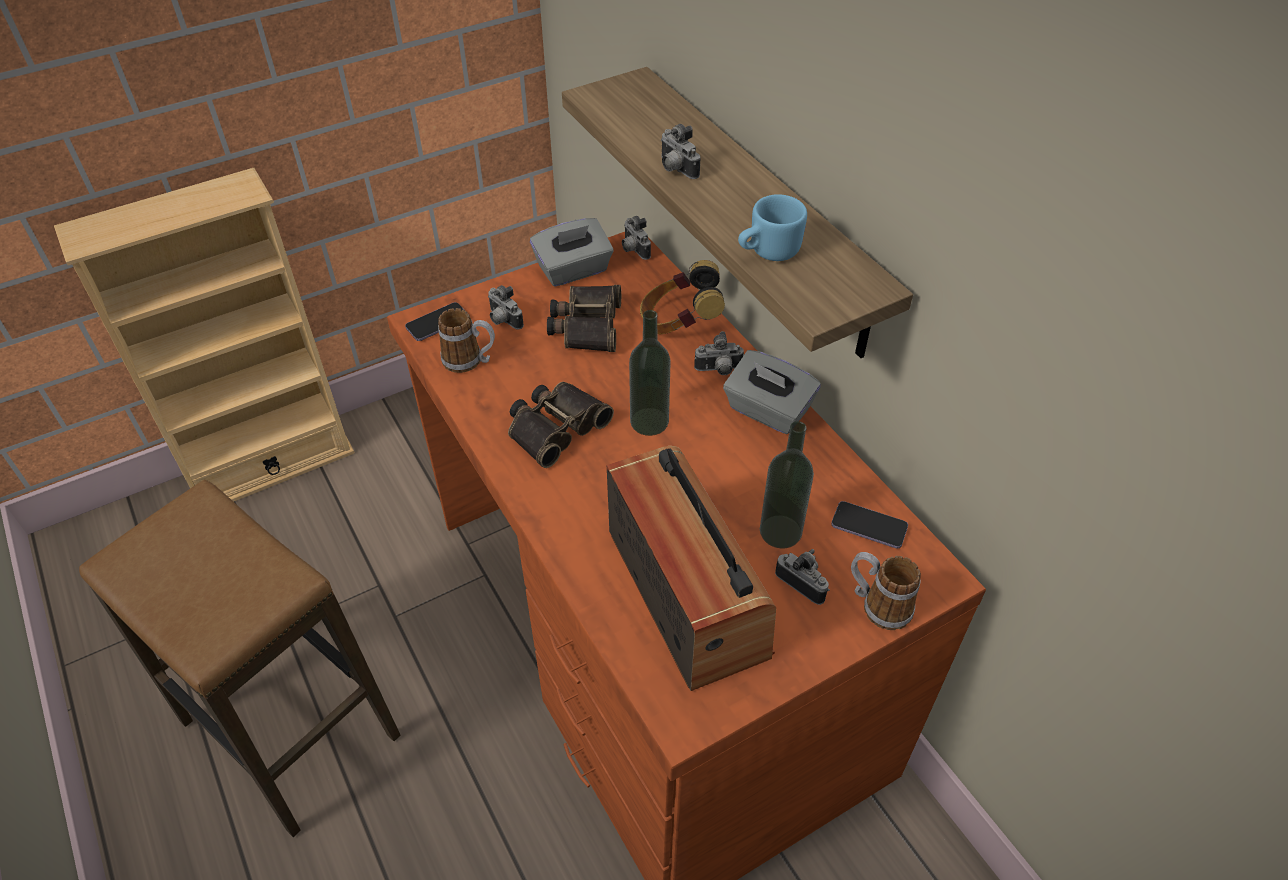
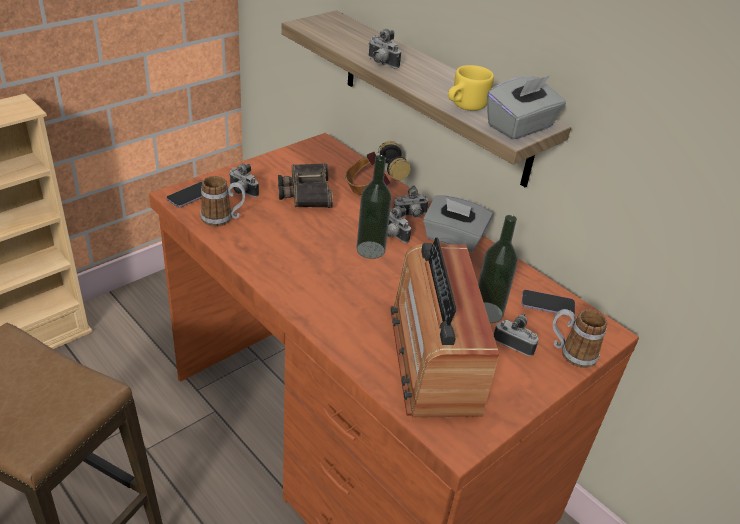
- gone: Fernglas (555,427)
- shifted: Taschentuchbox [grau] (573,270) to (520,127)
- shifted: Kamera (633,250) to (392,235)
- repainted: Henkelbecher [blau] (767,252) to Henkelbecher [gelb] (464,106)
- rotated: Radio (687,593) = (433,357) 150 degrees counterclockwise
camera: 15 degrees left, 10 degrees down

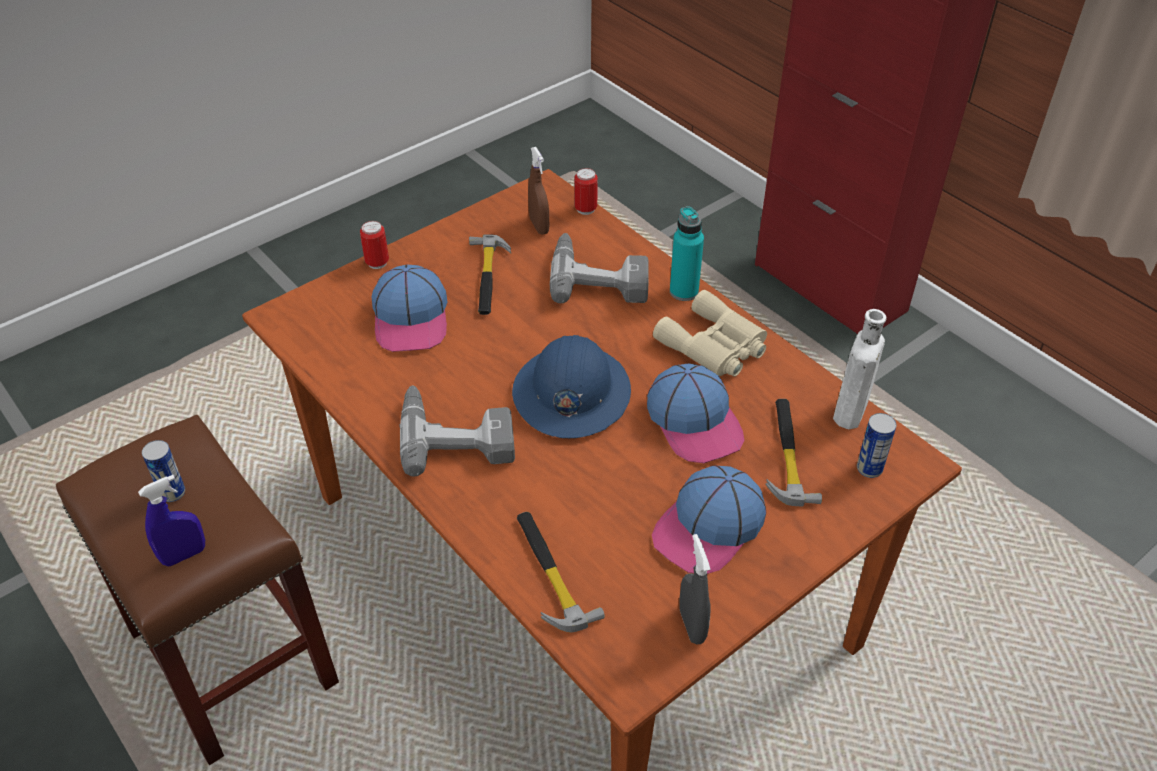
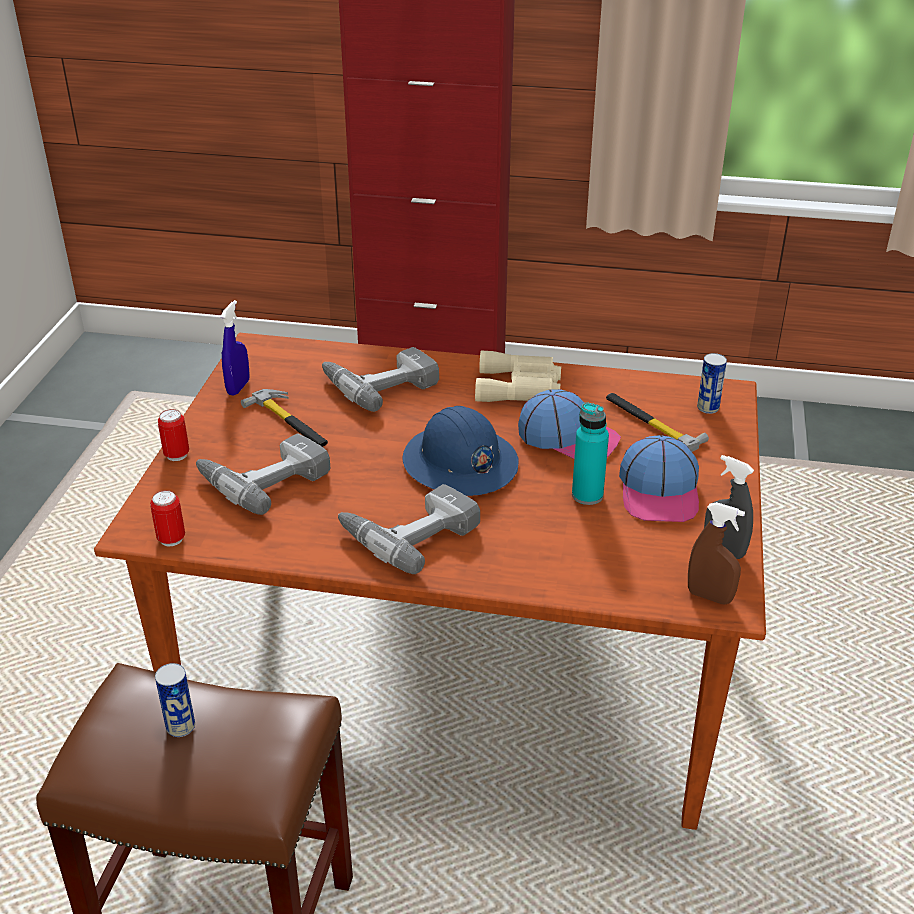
- gone: Hammer (549,572)
- gone: Flasche [weiß] (849,415)
- shifted: Sprühflasche [blau] (184,555) to (238,387)
- shifted: Sprühflasche [braun] (539,226) to (709,596)
- shifted: Dose (585,209) to (171,539)
- shifted: Flasche [türkis] (684,291) to (587,495)
- swapped: Kappe (411,318) to Bohrmaschine (263,478)
camera: 40 degrees left, 10 degrees down

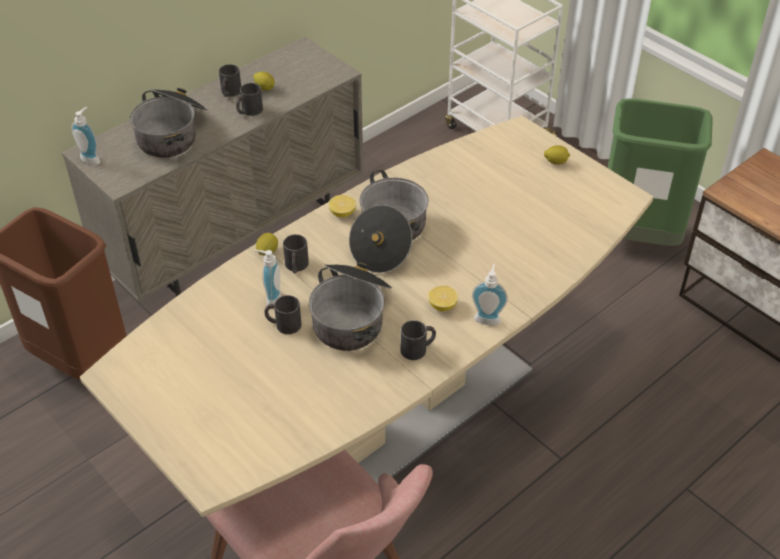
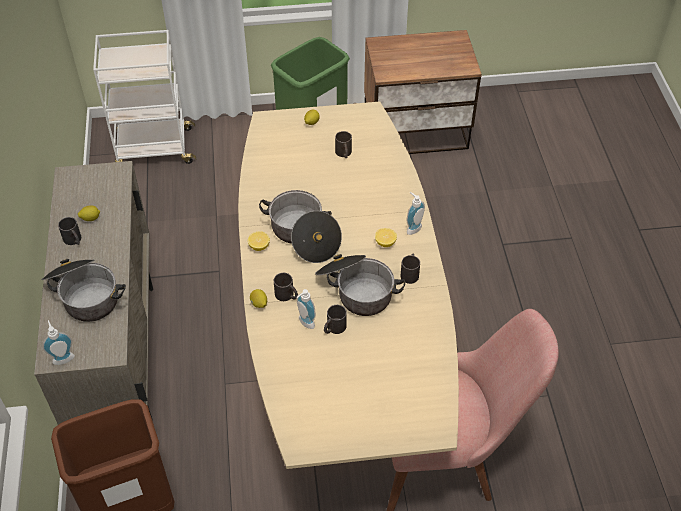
- shifted: Henkelbecher [schwarz] (249,111) to (344,153)
camera: 55 degrees left, 5 degrees up

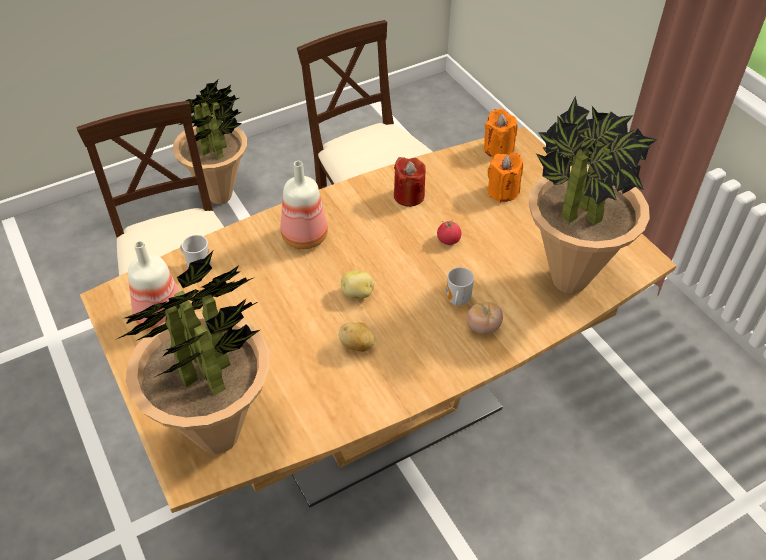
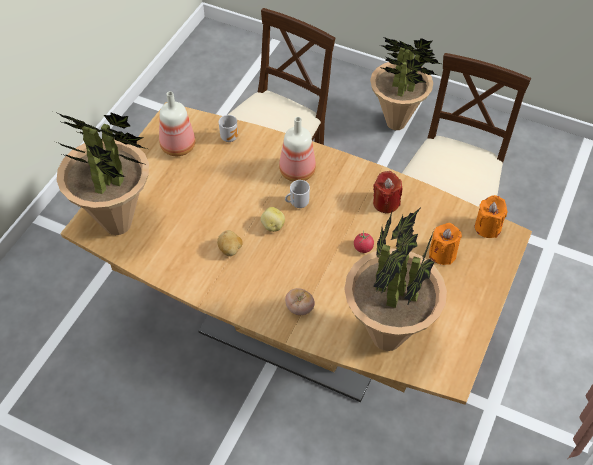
- shifted: Henkelbecher (456,301) to (298,203)
camera: 55 degrees right, 5 degrees up

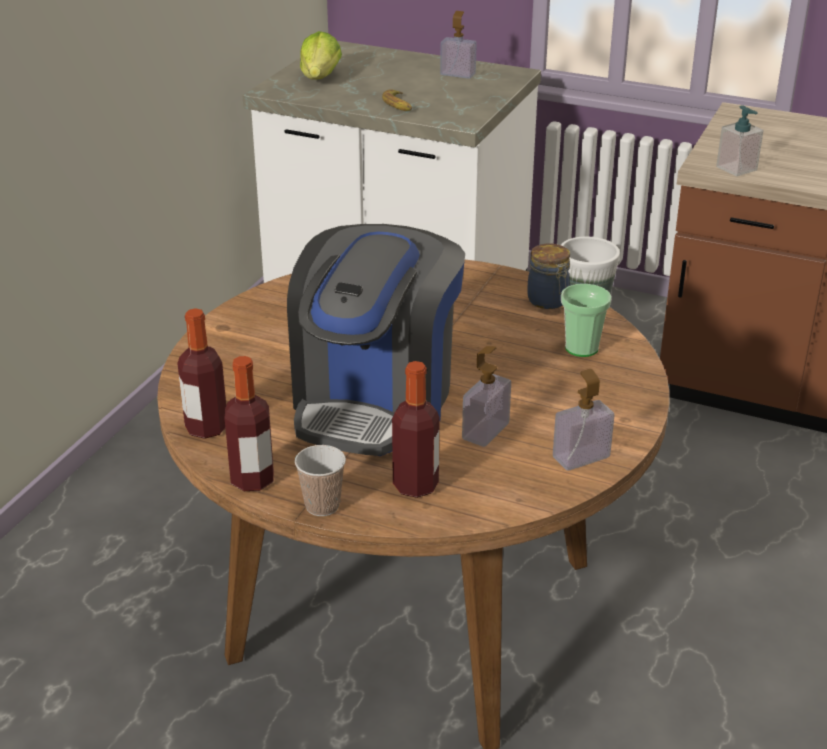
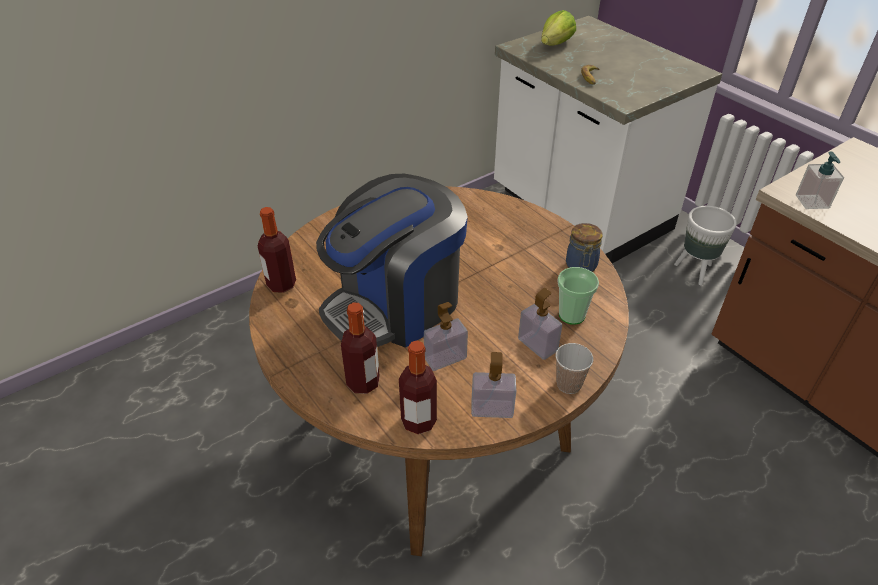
- shifted: Flasche (252,480) to (419,421)
- shifted: Tasse (322,506) to (568,384)
- shifted: Seifenspender (457,74) to (537,345)
camera: 30 degrees right, 10 degrees up

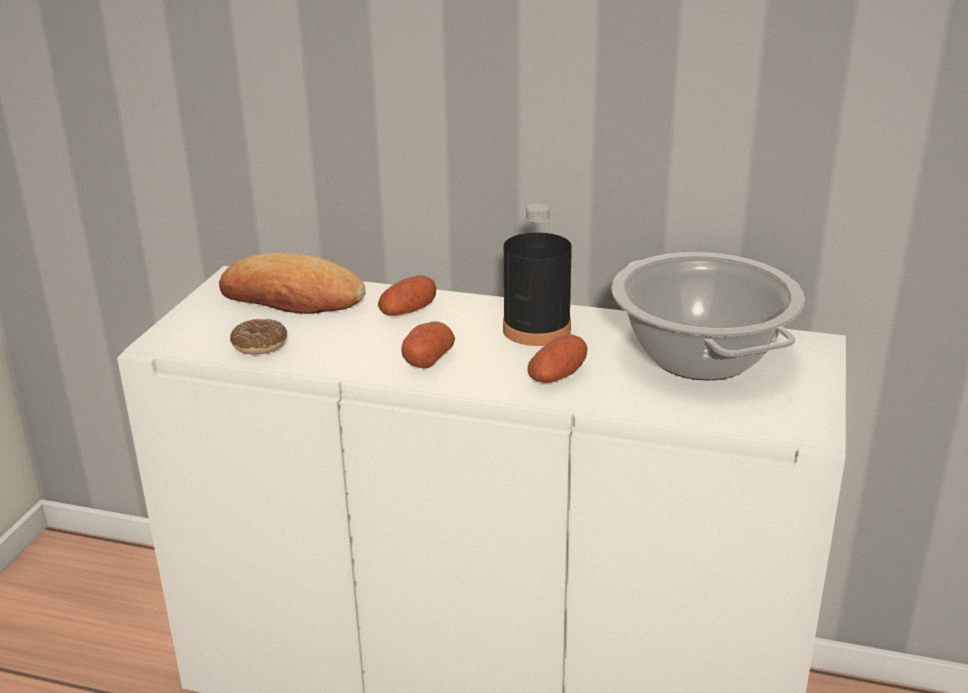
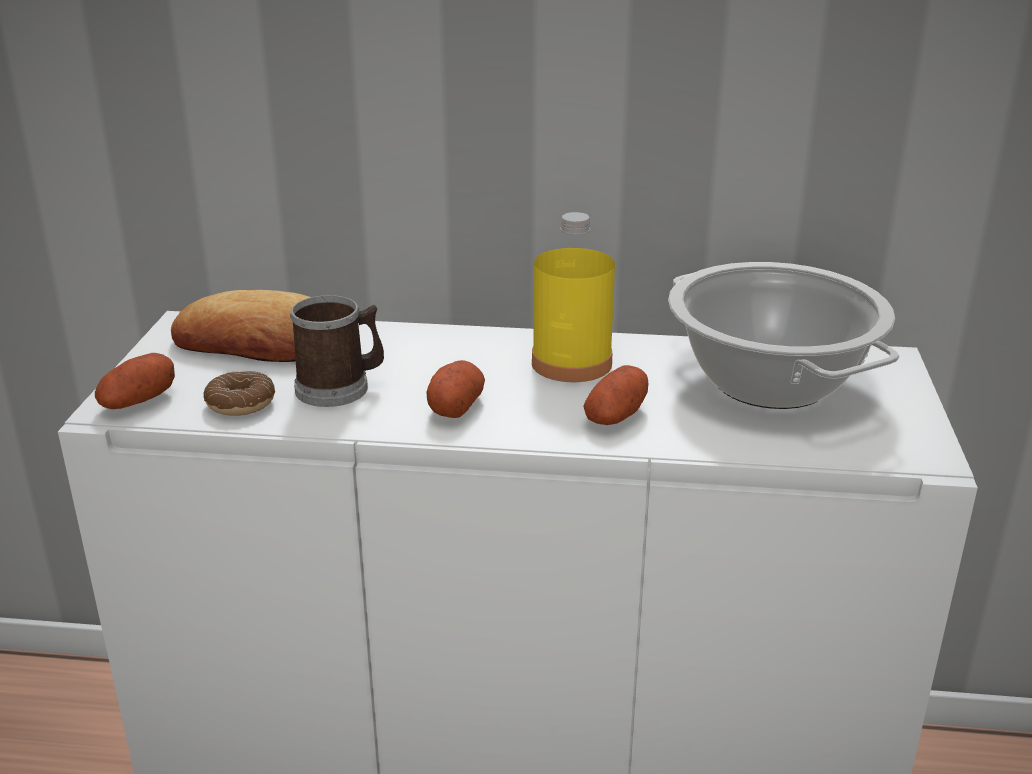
- new: Henkelbecher (340,388)
- shifted: Kartoffel (408,311) to (139,401)
- repainted: Flasche [schwarz] (536,329) to Flasche [gelb] (571,363)
camera: 10 degrees left, 0 degrees up

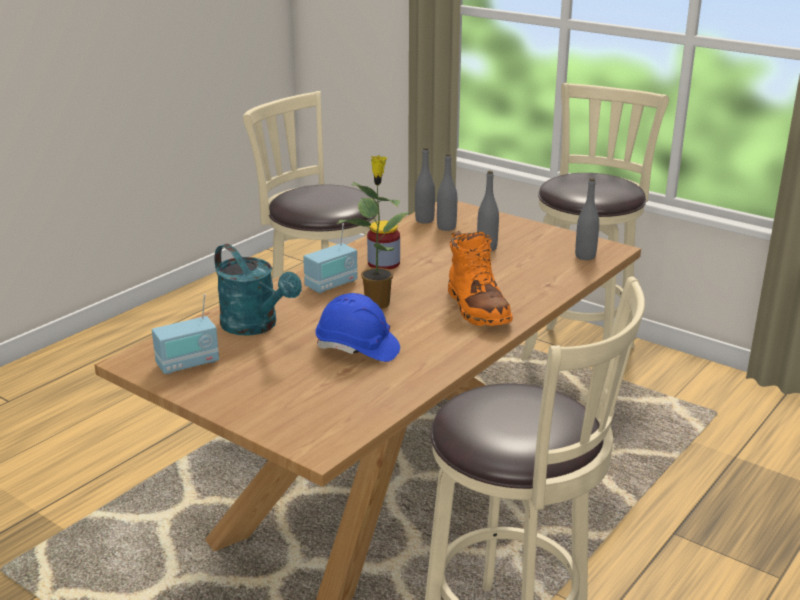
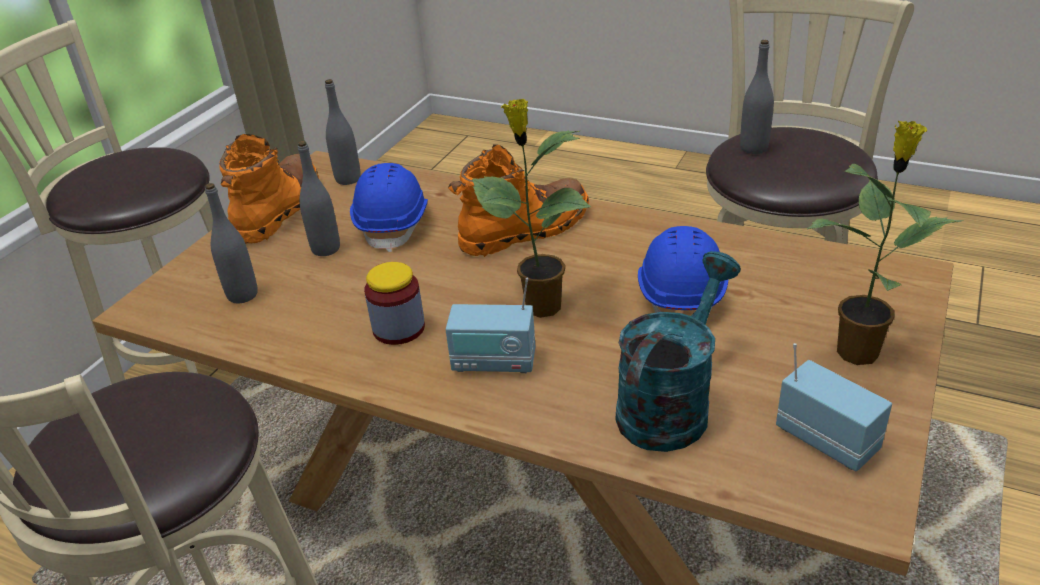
- new: Stiefel [orange] (279,210)
- new: Schutzhelm [blau] (394,224)
- new: Topfpflanze (858,350)
- shifted: Flasche [grau] (424,220) to (754,148)
- rotated: Radio (331,285) = (494,363) 150 degrees clockwise
camera: 100 degrees left, 10 degrees up

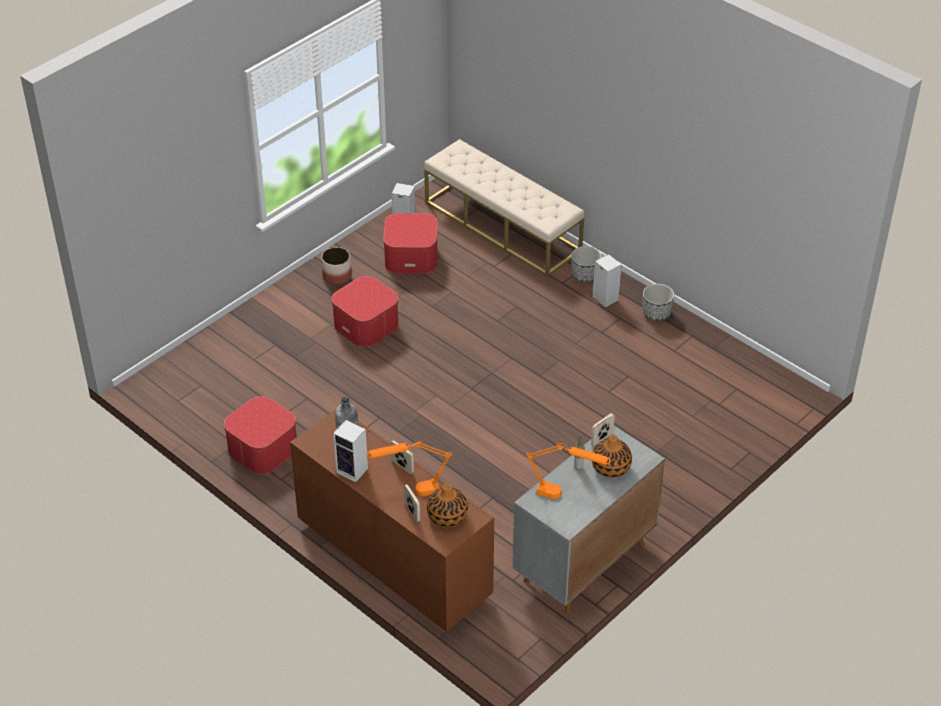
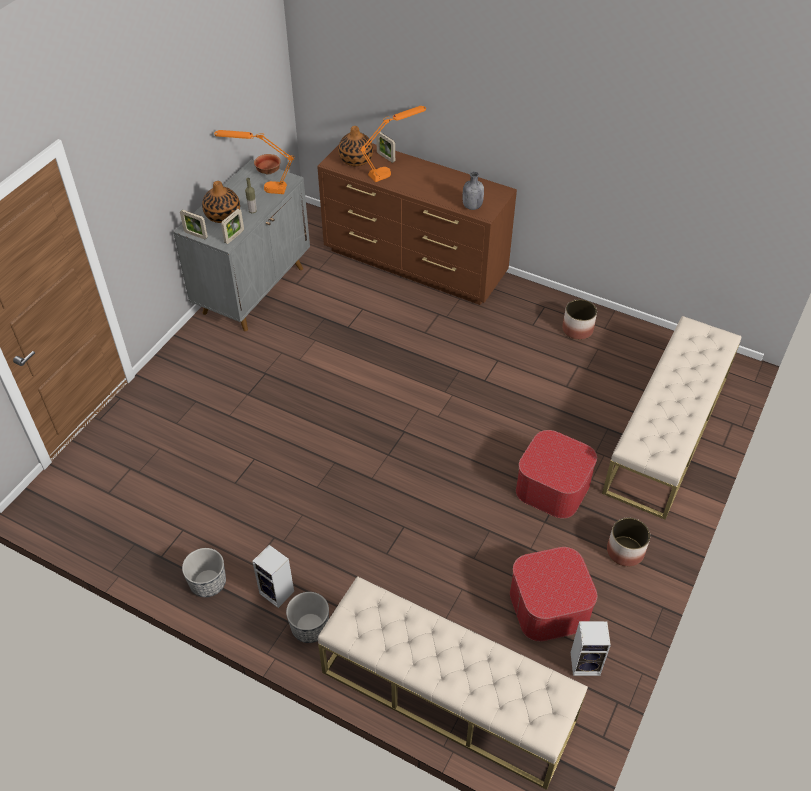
- gone: Lautsprecher (353,471)
- new: Schüssel (268,172)
- new: Bank [beige] (667,433)
- shifted: Bilderrahmen (402,467) to (196,235)
- swapped: Polsterhocker (263,448) to Pflanzkübel (577,329)
camera: 165 degrees right, 5 degrees up

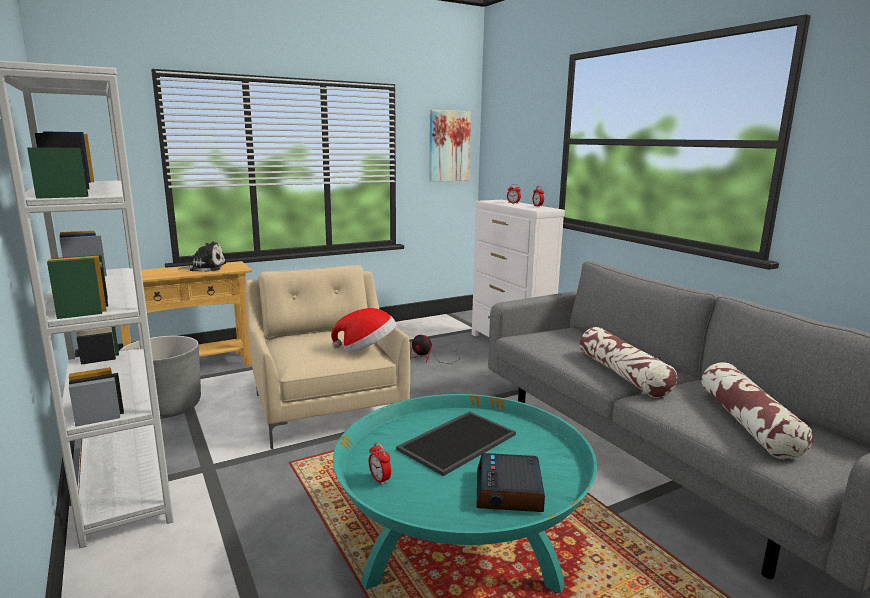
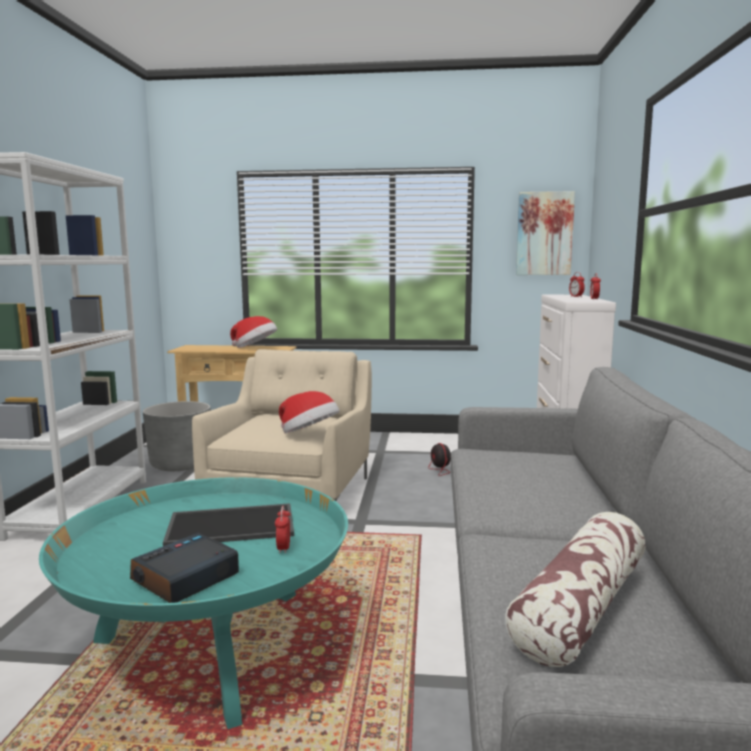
- gone: Kissen (623,374)
- shifted: Wecker (379,479) to (283,548)
- swapped: Plüschtier (205,268) to Hut (255,348)
camera: 35 degrees right, 5 degrees down

